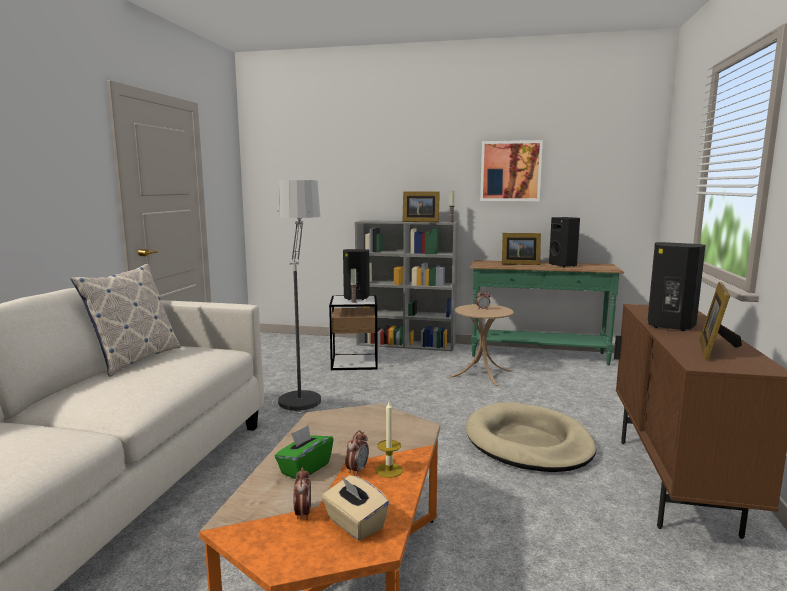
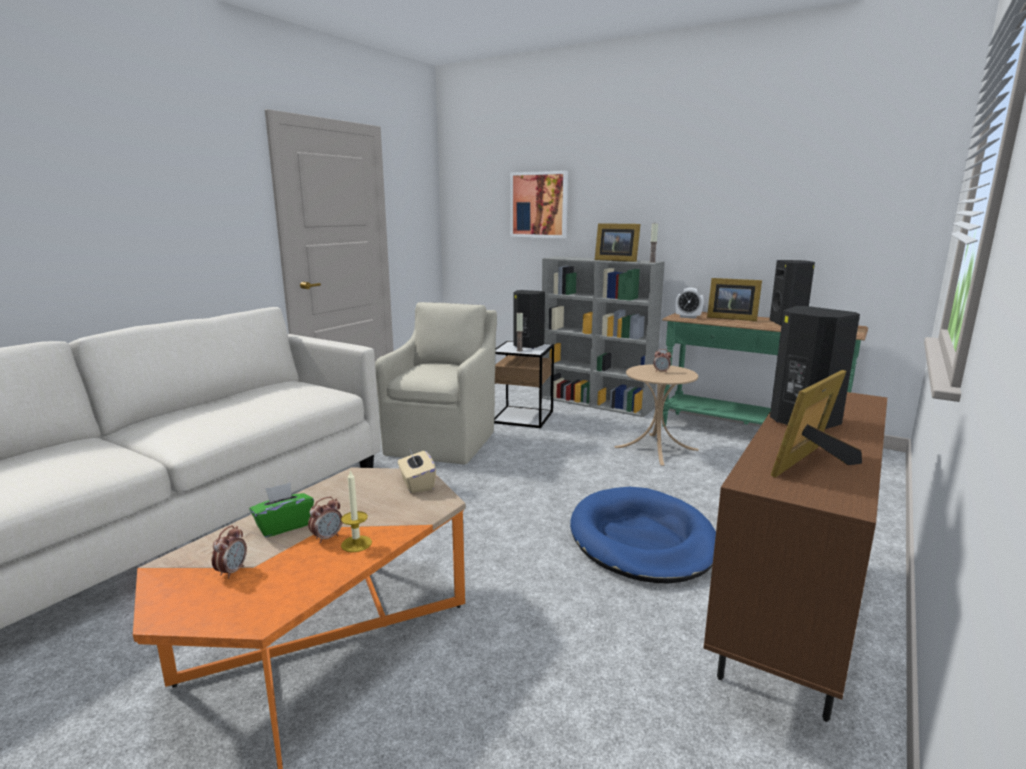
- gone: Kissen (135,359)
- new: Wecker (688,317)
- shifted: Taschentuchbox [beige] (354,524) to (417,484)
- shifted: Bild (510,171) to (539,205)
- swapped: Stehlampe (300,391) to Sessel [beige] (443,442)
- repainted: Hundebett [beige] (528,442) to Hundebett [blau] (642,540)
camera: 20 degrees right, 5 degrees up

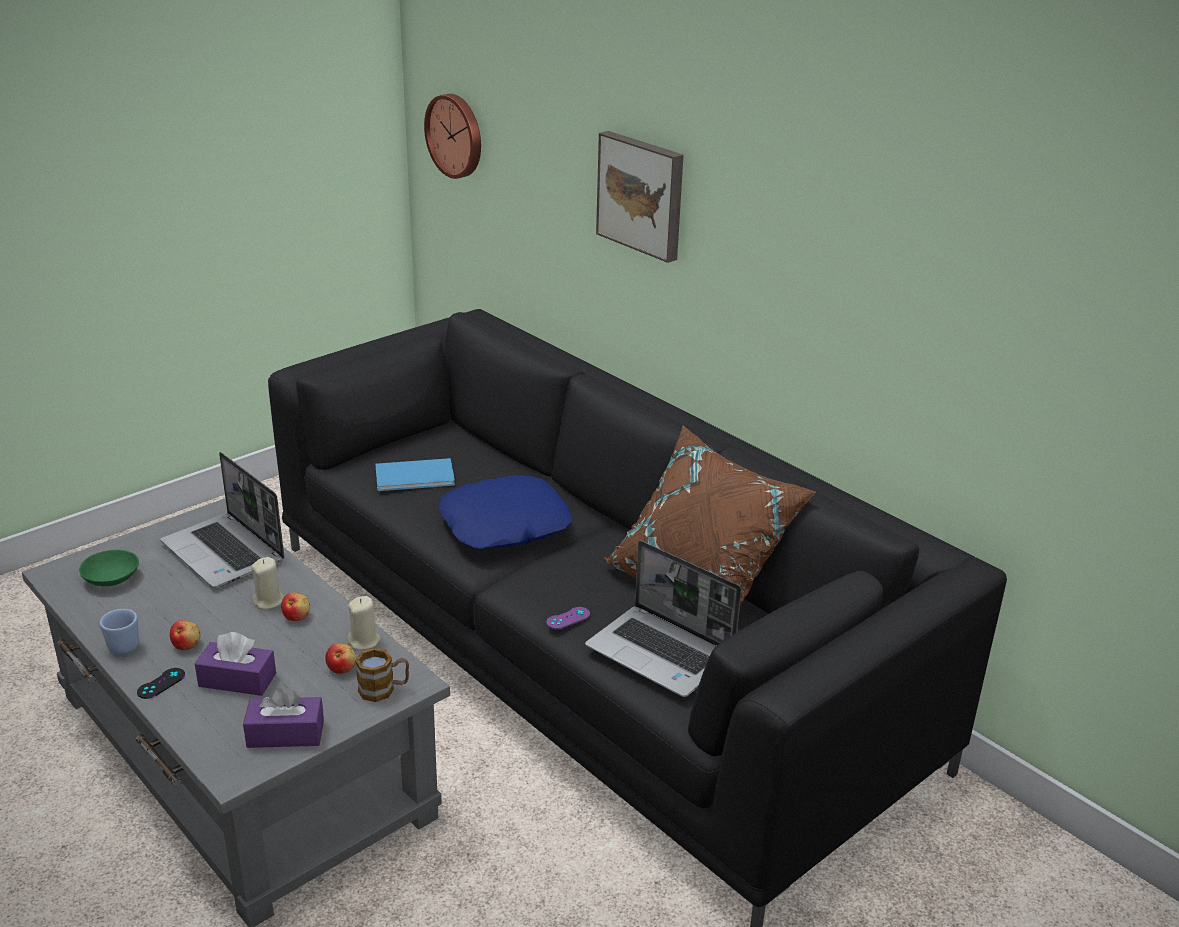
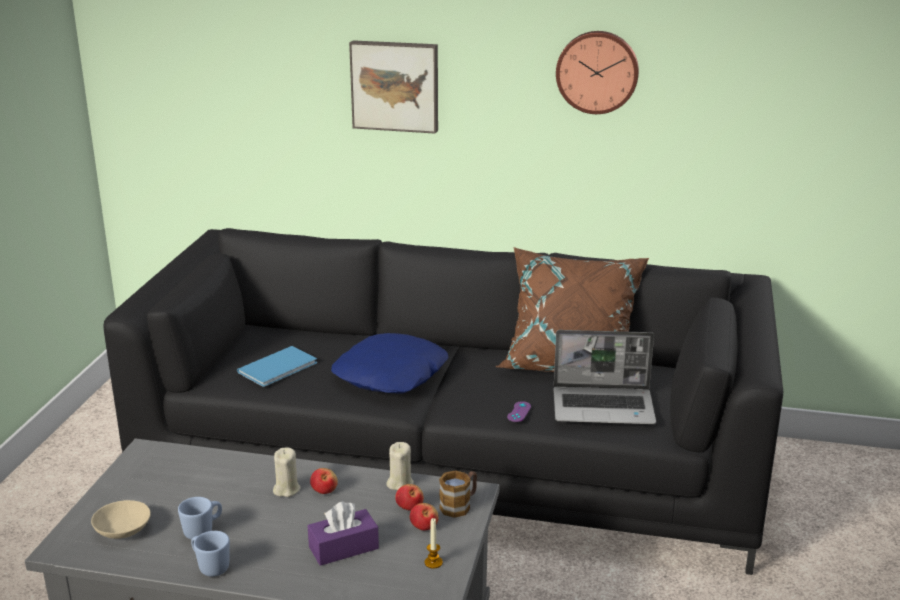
- gone: Gamepad [schwarz] (161,683)
- gone: Laptop (225,553)
- new: Henkelbecher [blau] (203,531)
- shifted: Apfel (186,644) to (424,525)
- shifted: Wanduhr (456,135) to (597,71)
- swapped: Taschentuchbox [lila] (285,734) to Kerze (433,562)
- repainted: Schüssel [grün] (112,578) to Schüssel [beige] (124,529)
camera: 35 degrees left, 5 degrees down

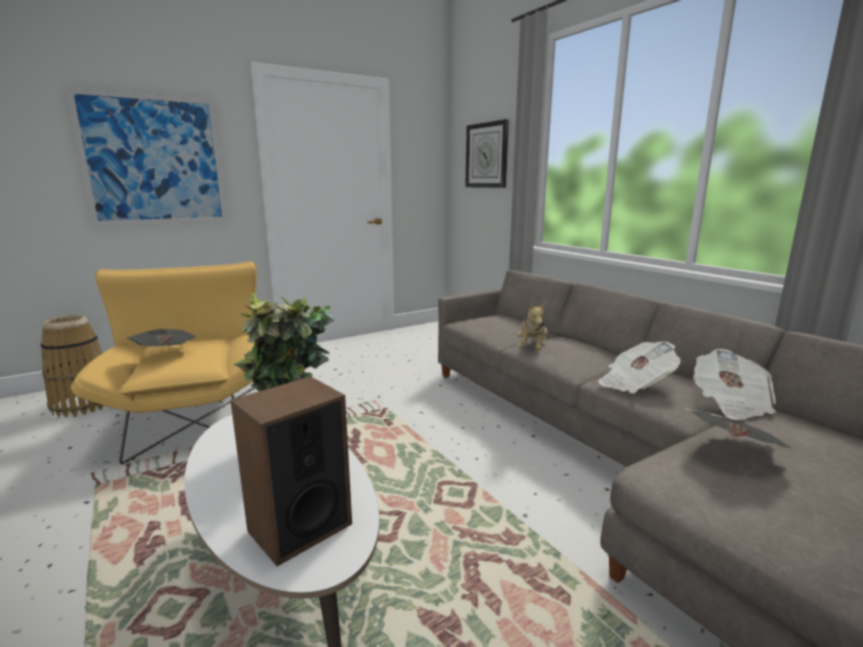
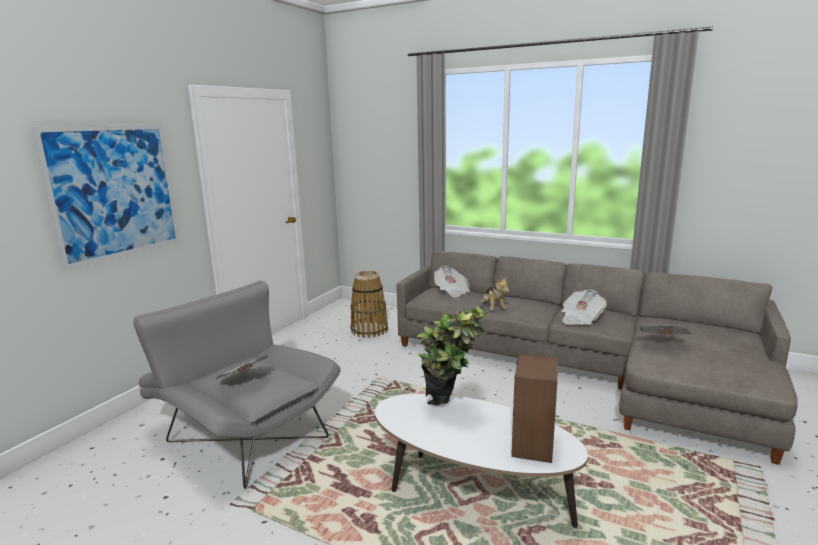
- gone: Wanduhr (487,155)
- shifted: Korb (83,404) to (369,330)
- shifted: Zeitung (730,403) to (451,291)
- repainted: Sessel [gelb] (196,414) to Sessel [grau] (243,433)
camera: 30 degrees left, 0 degrees up

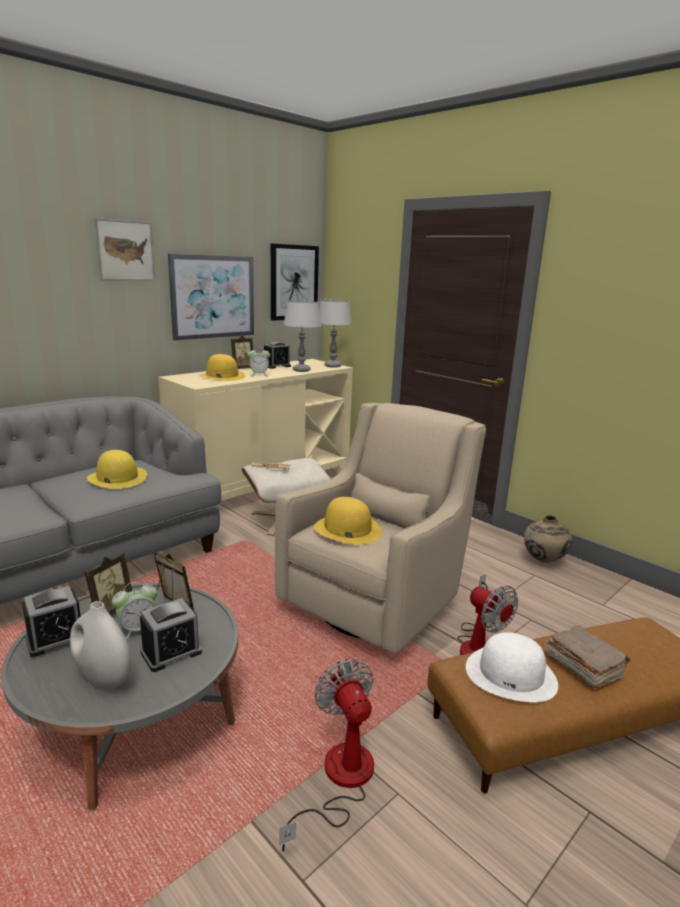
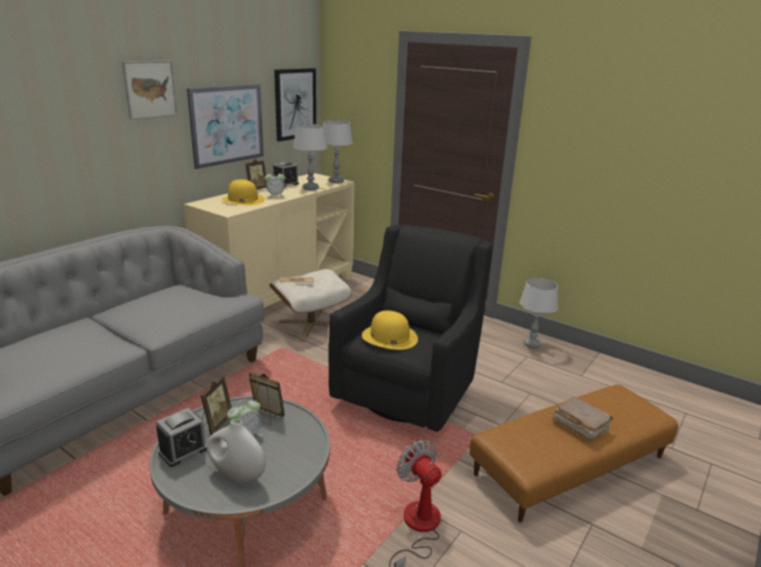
- gone: Hut [gelb] (117,478)
- gone: Wecker (171,652)
- gone: Ventilator (479,645)
- gone: Hut [weiß] (511,674)
- swapped: Vase [beige] (544,561) to Tischlampe [grau] (532,344)
- repainted: Sessel [beige] (377,602) to Sessel [schwarz] (409,391)
camera: 10 degrees left, 5 degrees up

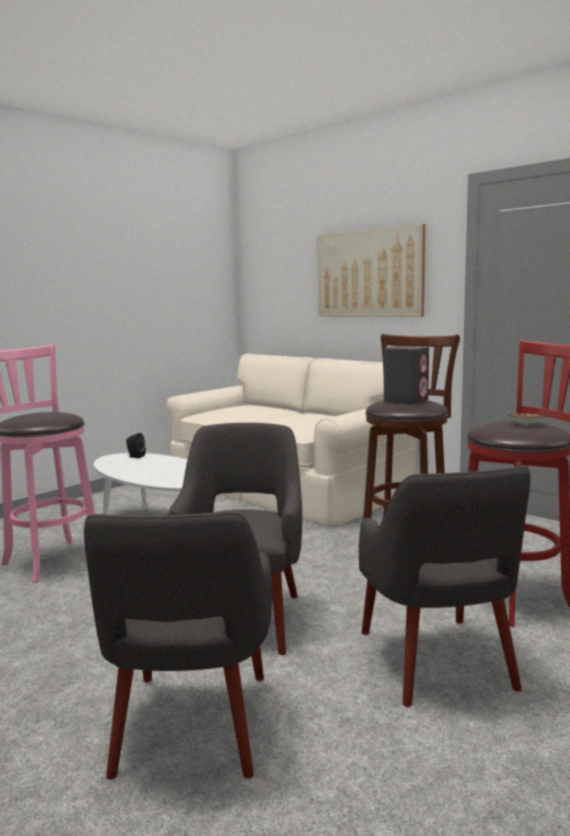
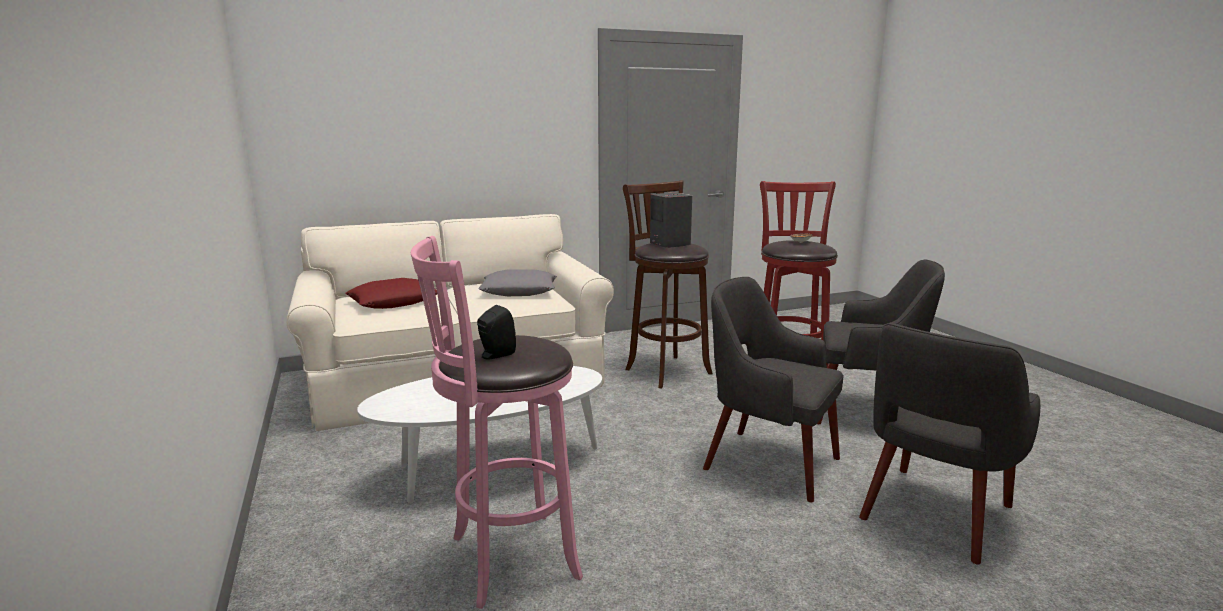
- gone: Bild (369,273)
- new: Kissen [rot] (393,301)
- new: Kissen [grau] (519,291)
- shifted: Lautsprecher [schwarz] (135,456) to (495,355)
- rotated: Sessel [grau] (192,725) = (934,513) 105 degrees clockwise
camera: 65 degrees left, 5 degrees up

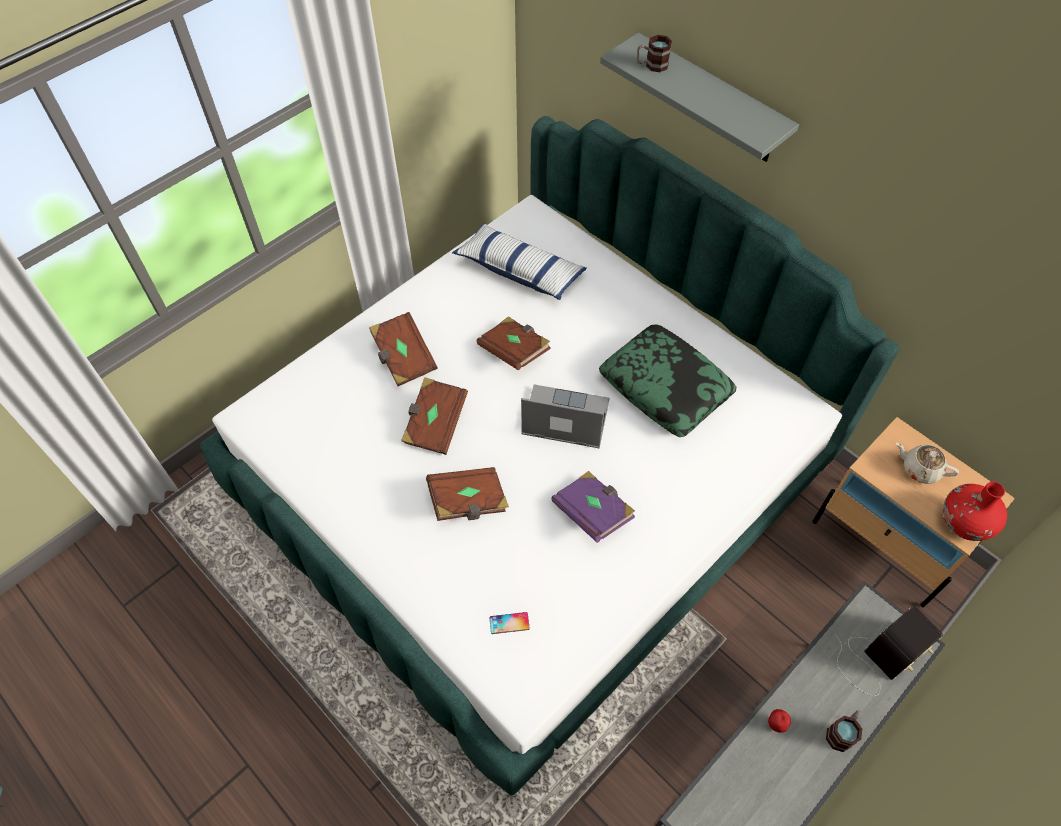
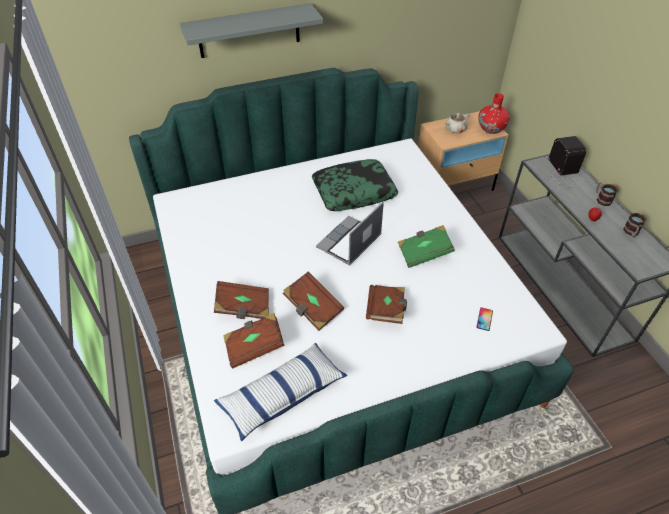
- shifted: Kissen (520,270) to (282,395)
- shifted: Buch [braun] (514,351) to (254,346)
- shifted: Henkelbecher (652,65) to (631,233)
- repainted: Buch [lila] (593,512) to Buch [grün] (424,253)
camera: 65 degrees left, 10 degrees down

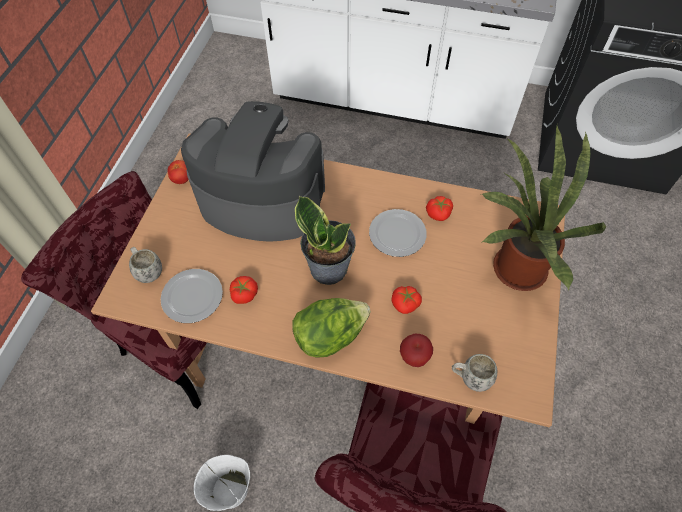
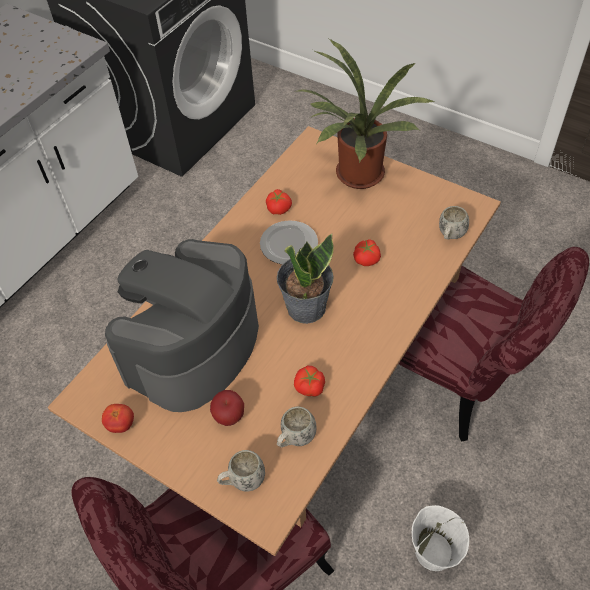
- gone: Salatkopf (330,335)
- shifted: Apfel (414,357) to (229,417)
- swapped: Teller (191,297) to Henkelbecher [weiß] (295,439)
camera: 70 degrees left, 5 degrees down

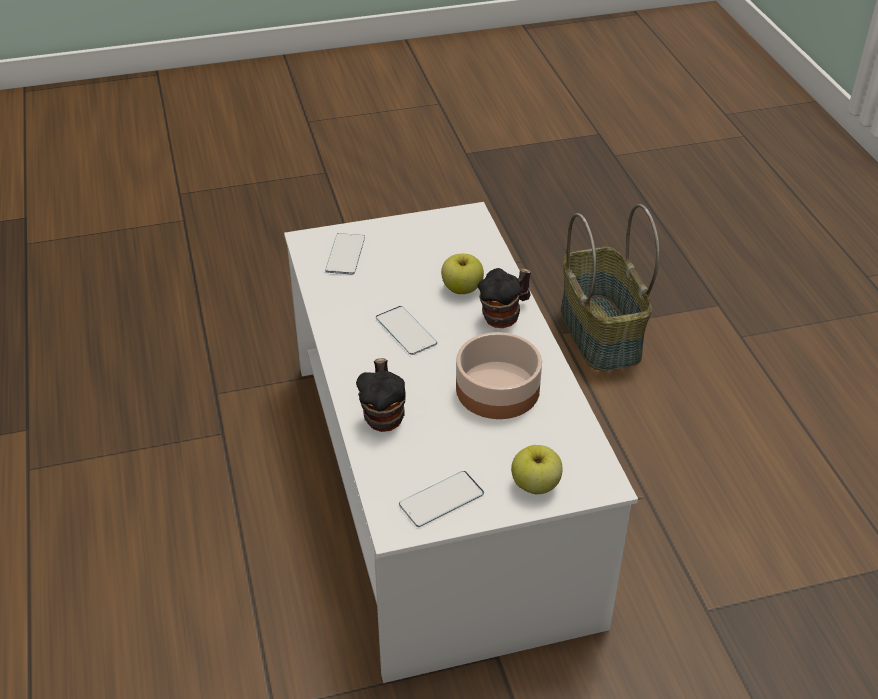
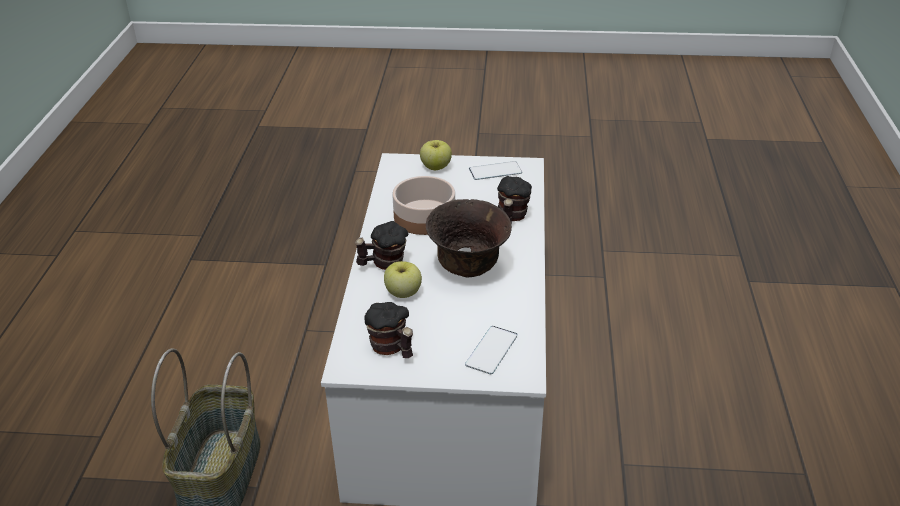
- new: Henkelbecher (391,349)
- swapped: Handy (406,331) to Schüssel [braun] (468,269)
camera: 160 degrees left, 5 degrees down

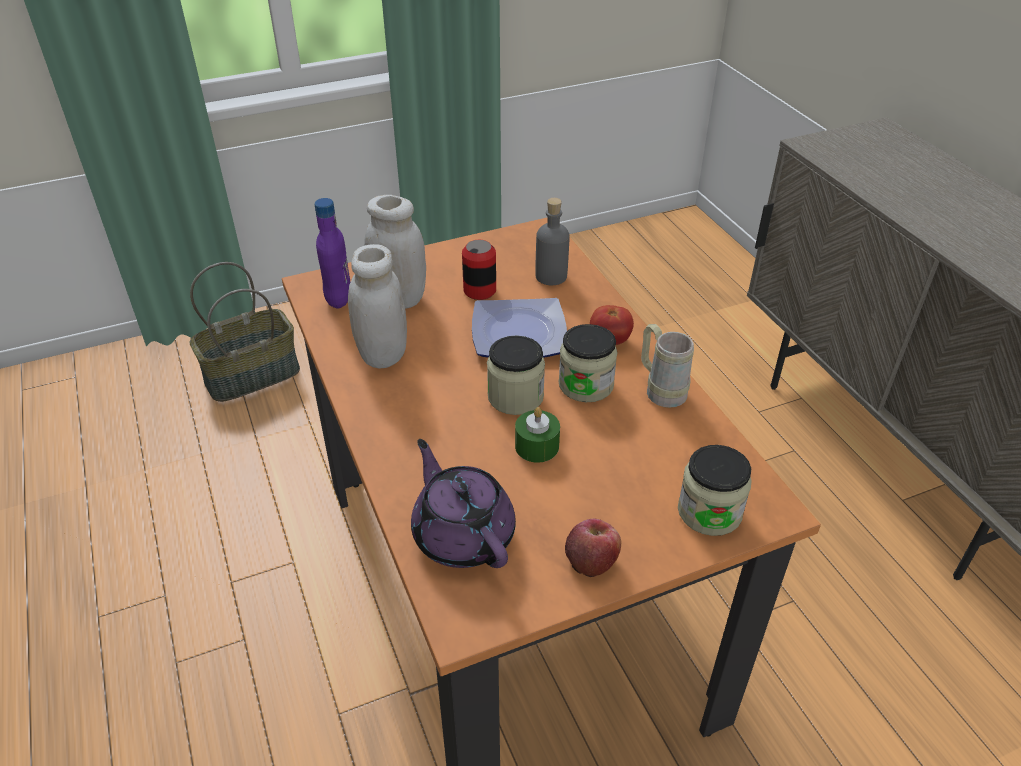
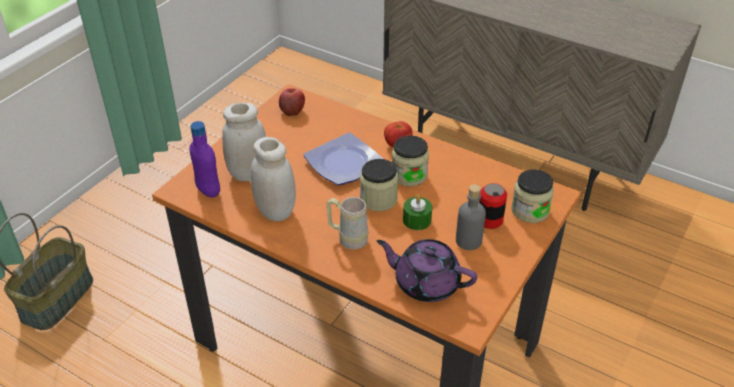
- shifted: Dose (479,290) to (489,220)
- shifted: Flasche [grau] (551,276) to (468,241)
- shifted: Apfel (591,561) to (292,110)
- shifted: Henkelbecher [beige] (660,390) to (347,238)
camera: 35 degrees left, 0 degrees up

